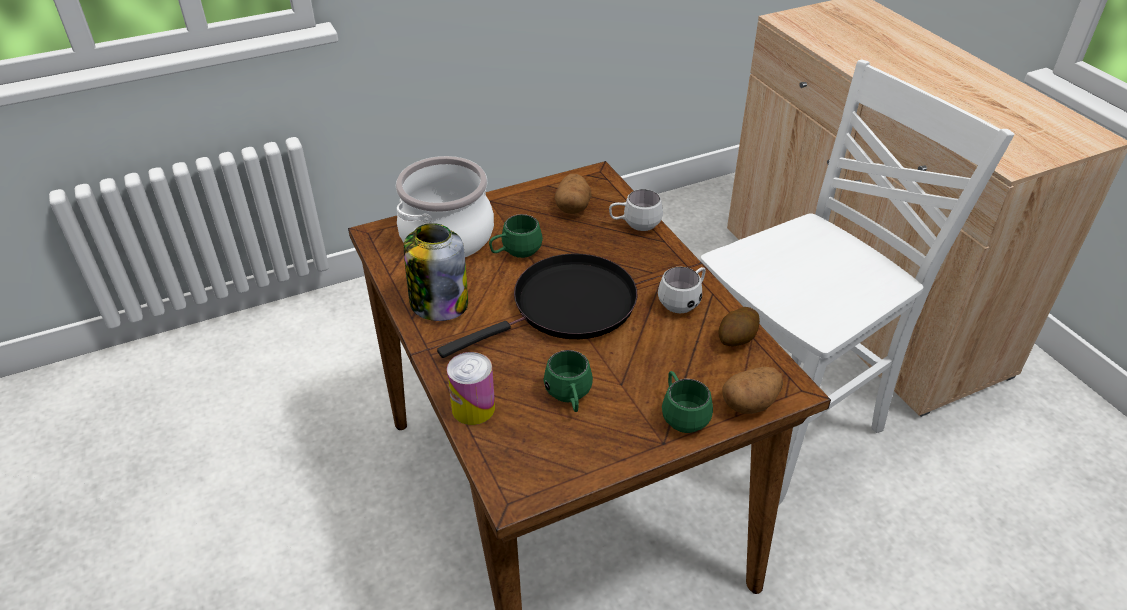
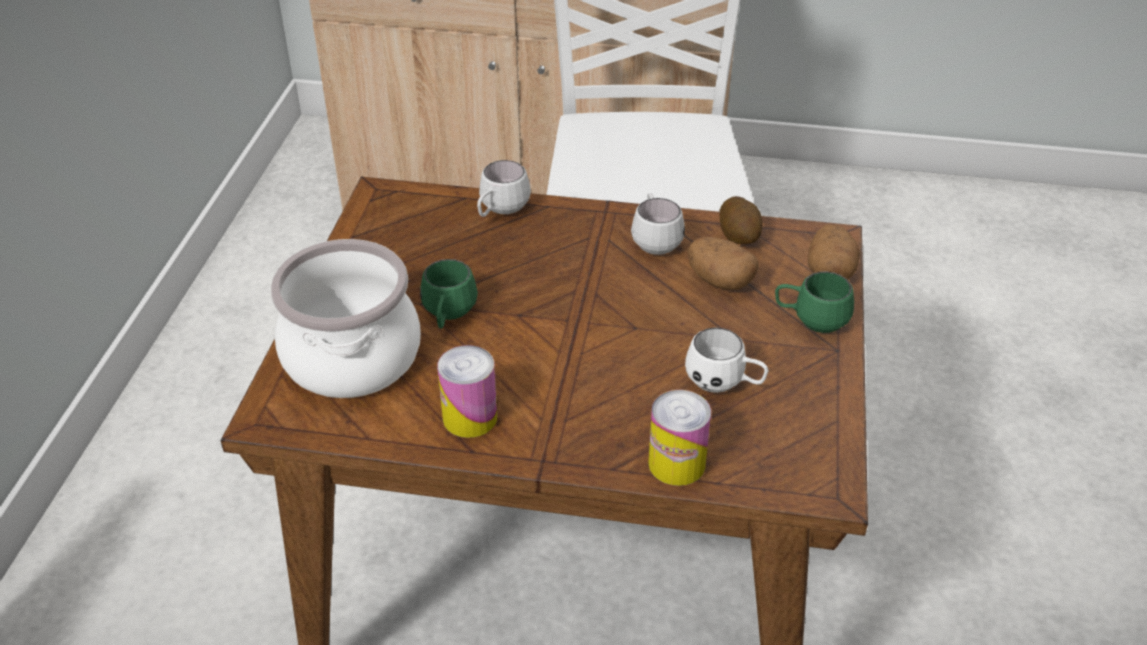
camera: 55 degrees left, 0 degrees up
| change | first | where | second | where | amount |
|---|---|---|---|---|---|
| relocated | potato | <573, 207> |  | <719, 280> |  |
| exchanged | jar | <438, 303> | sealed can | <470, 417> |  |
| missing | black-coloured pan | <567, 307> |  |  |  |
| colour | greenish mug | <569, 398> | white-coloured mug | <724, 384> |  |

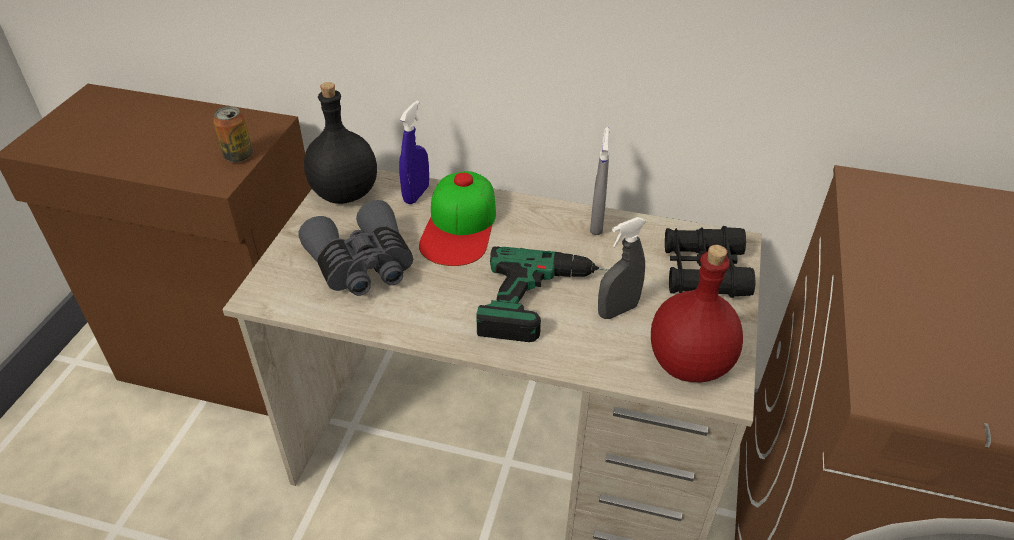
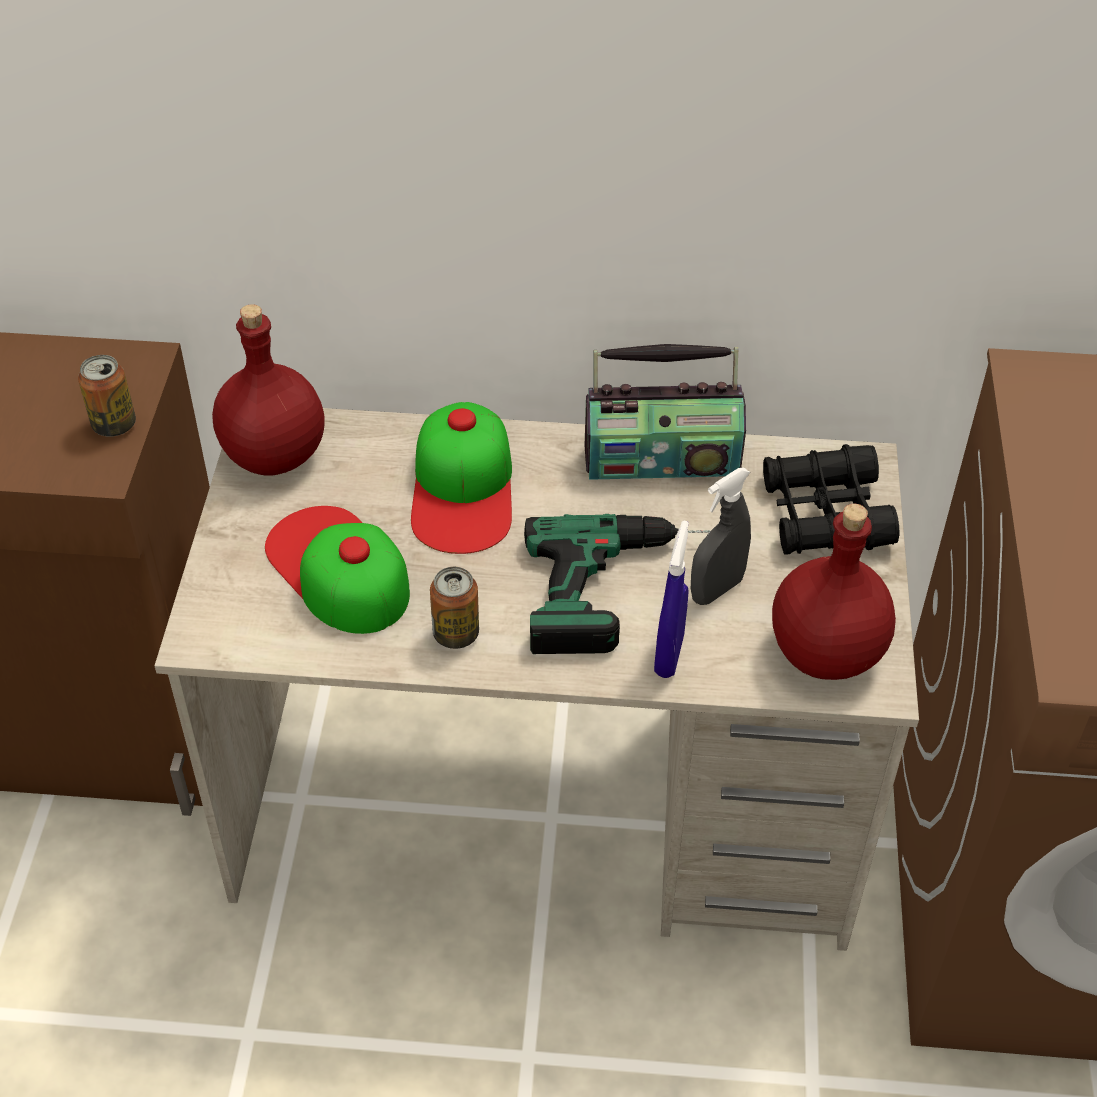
camera: 10 degrees left, 5 degrees up
| change | first | where | second | where | amount |
|---|---|---|---|---|---|
| colour | black-coloured beverage bottle | <345, 192> | red beverage bottle | <274, 454> |  |
| relocated | blue sprayer | <416, 194> |  | <669, 655> |  |
| exchanged | gray sprayer | <596, 224> | radio set | <661, 458> |  |
| exchanged | gray pair of binoculars | <362, 265> | cap | <338, 569> |  |
| appeared |  |  | sealed can | <456, 634> |  |

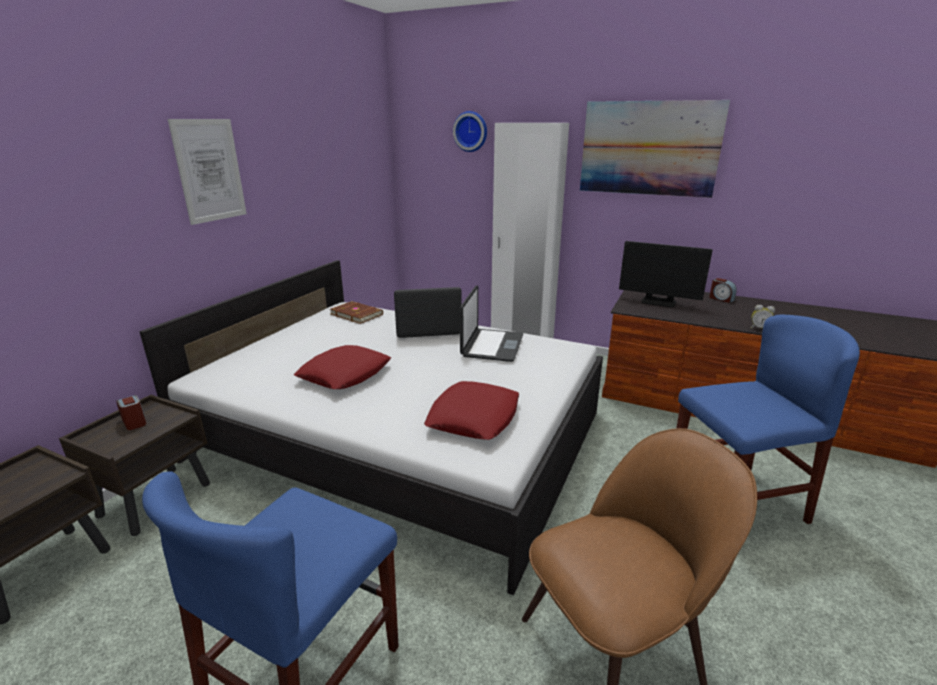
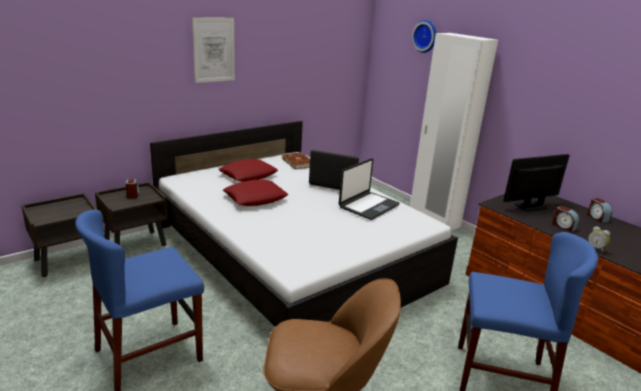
camera: 25 degrees right, 0 degrees up
| change | first | where | second | where | amount |
|---|---|---|---|---|---|
| missing | picture | <649, 148> |  |  |  |
| spun | computer screen | <658, 302> |  | <531, 206> | 105 degrees clockwise |
| relocated | red pillow | <474, 417> |  | <248, 175> |  |
| appeared |  |  | bedside clock | <563, 226> |  |

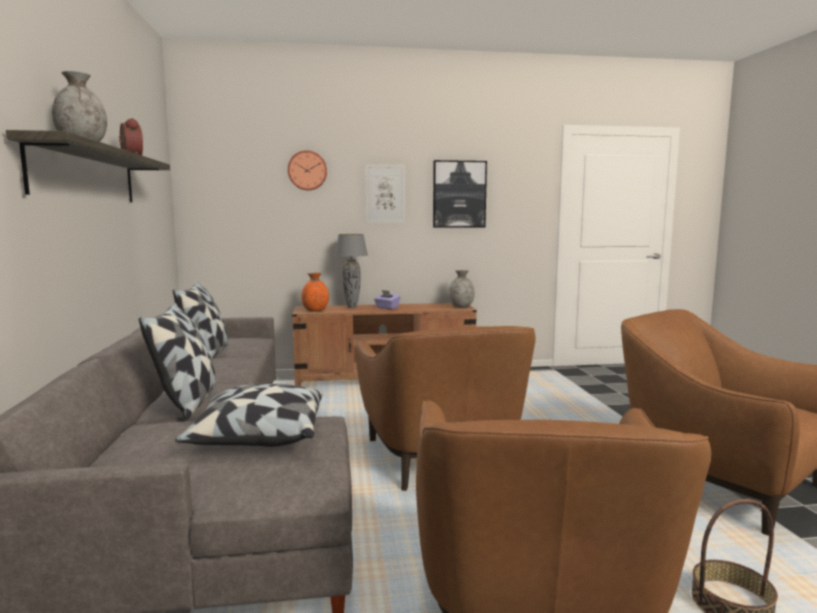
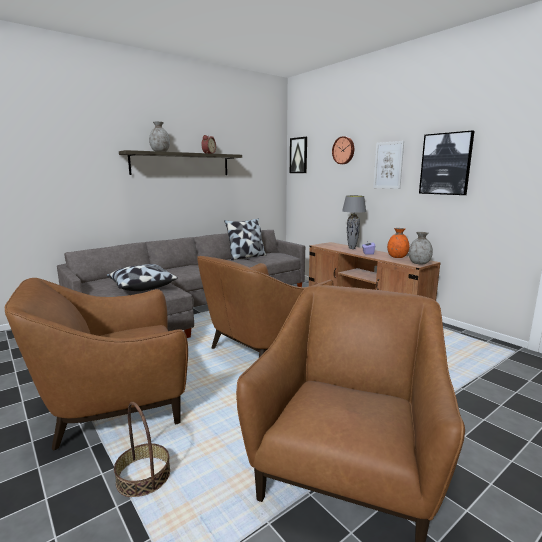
camera: 60 degrees right, 5 degrees up
| change | first | where | second | where | amount |
|---|---|---|---|---|---|
| relocated | orange-coloured decorative vase | <315, 310> |  | <397, 257> |  |
| missing | pillow | <187, 402> |  |  |  |
| appeared |  |  | picture | <298, 155> |  |

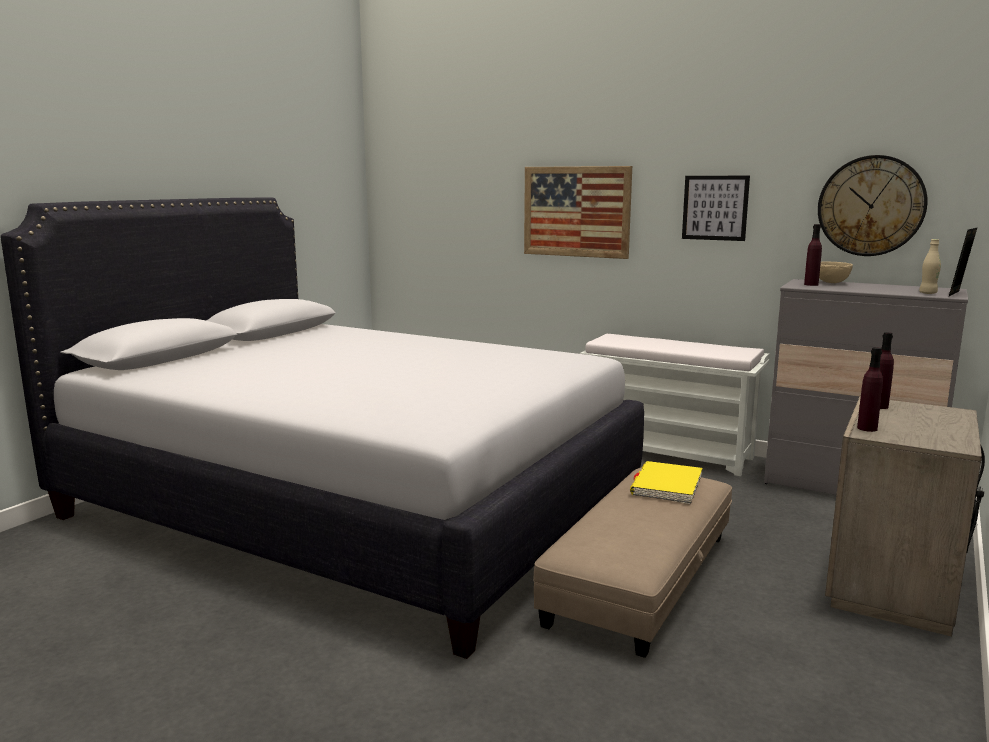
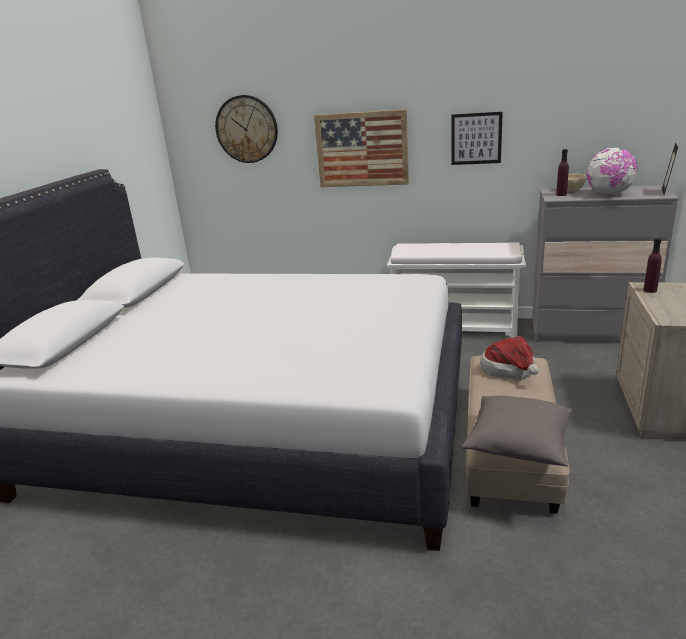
camera: 15 degrees left, 10 degrees up
| change | first | where | second | where | amount |
|---|---|---|---|---|---|
| relocated | clock on the wall | <871, 206> |  | <246, 129> |  |
| missing | beige beverage bottle | <928, 293> |  |  |  |
| missing | purple-coloured beverage bottle | <867, 428> |  |  |  |
| exchanged | yellow bound book | <666, 486> | clothing hat | <510, 371> |  |
| appeared |  |  | globe | <609, 194> |  |
| appeared |  |  | gray pillow | <519, 445> |  |

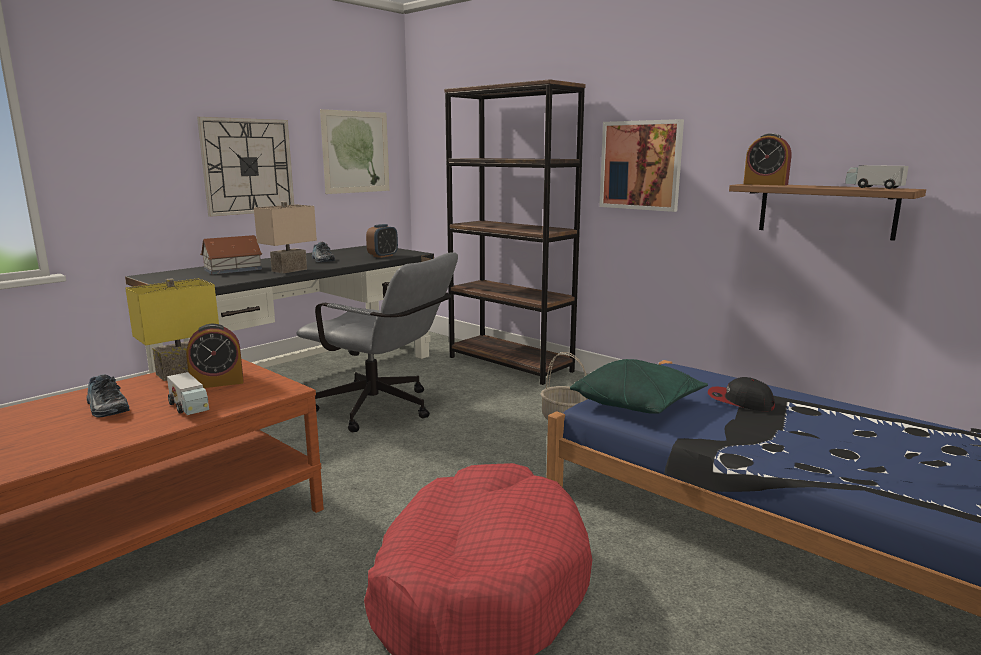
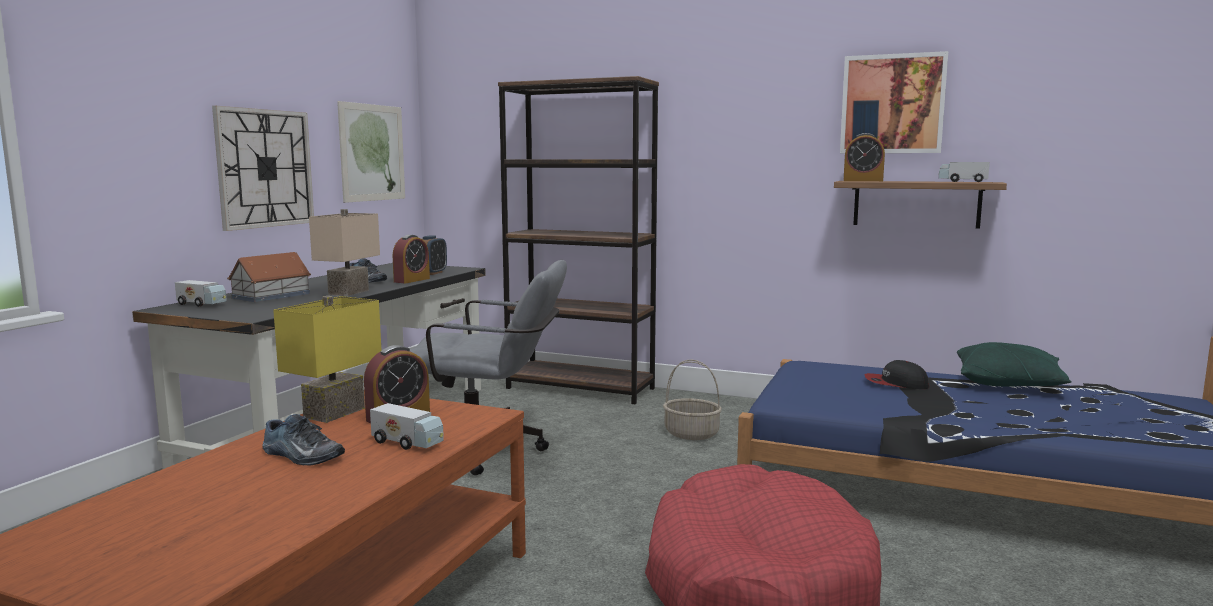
camera: 20 degrees left, 5 degrees down
| change | first | where | second | where | amount |
|---|---|---|---|---|---|
| relocated | picture | <640, 165> |  | <892, 104> |  |
| relocated | greenish pillow | <637, 404> |  | <1008, 383> |  |
| appeared |  |  | bedside clock | <412, 280> |  |
| appeared |  |  | toy lorry | <202, 304> |  |

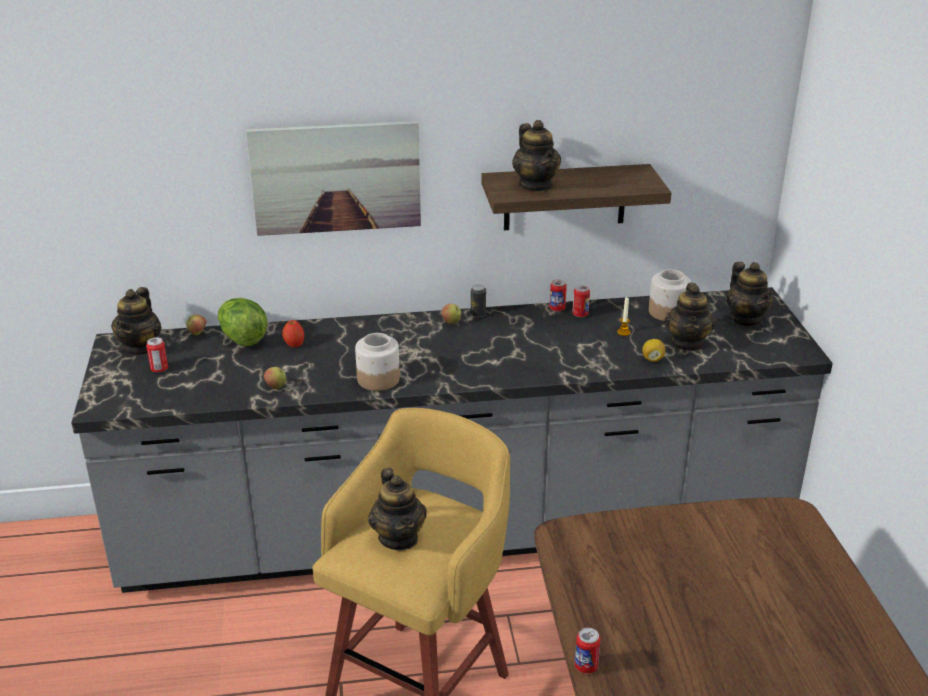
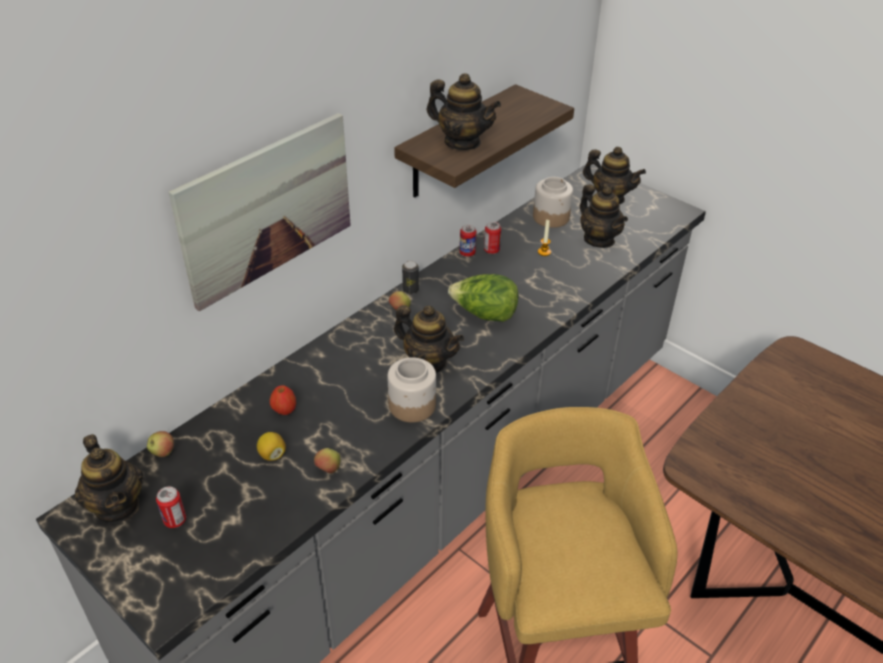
camera: 40 degrees left, 10 degrees up
| change | first | where | second | where | amount |
|---|---|---|---|---|---|
| relocated | head of lettuce | <242, 338> |  | <484, 315> |  |
| relocated | citrus fruit | <652, 359> |  | <272, 454> |  |
| relocated | teapot | <399, 538> |  | <428, 362> |  |
| missing | sealed can | <586, 666> |  |  |  |

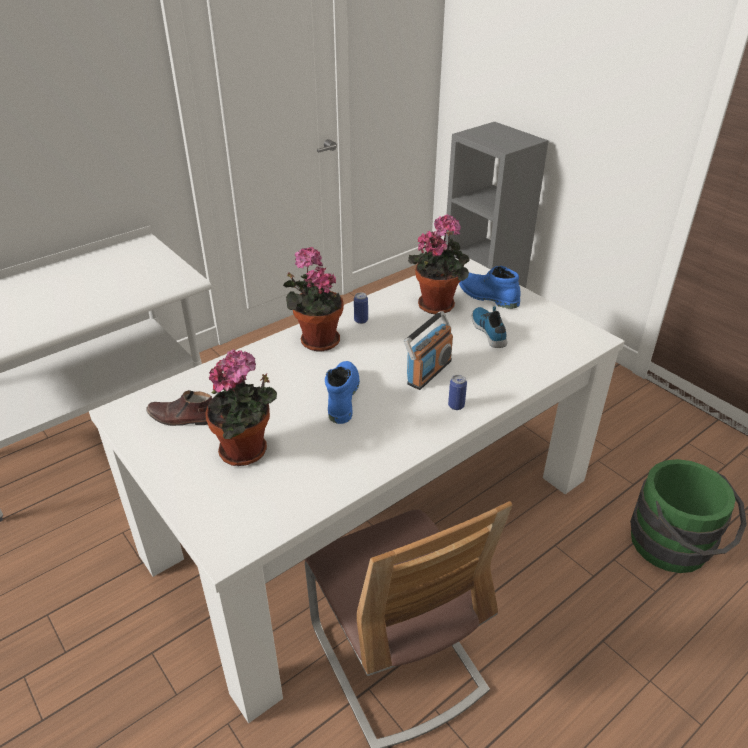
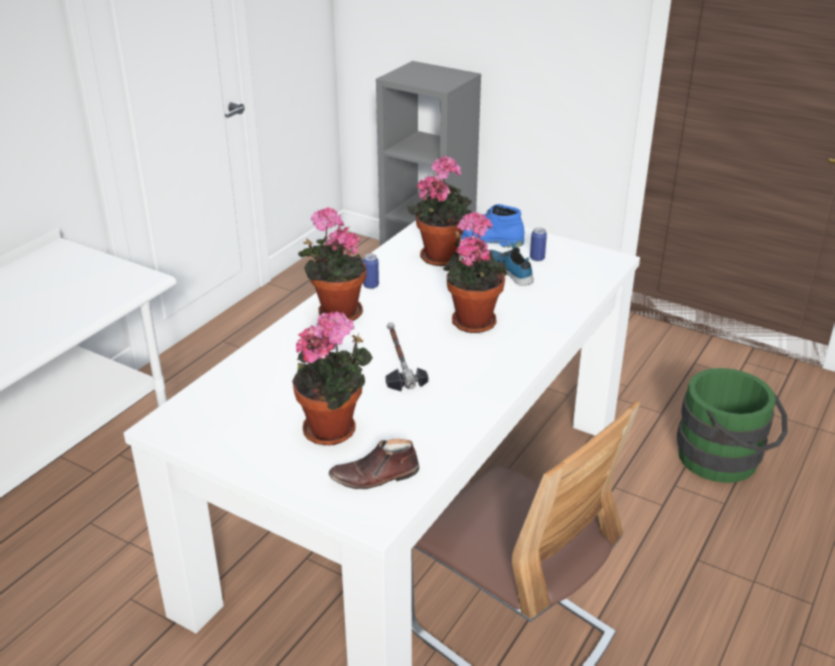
camera: 20 degrees left, 5 degrees down
| change | first | where | second | where | amount |
|---|---|---|---|---|---|
| exchanged | radio set | <428, 372> | plant in a pot | <472, 320> |  |
| exchanged | blue high-top boot | <341, 397> | hammer | <398, 360> |  |
| relocated | sealed can | <456, 405> |  | <537, 258> |  |
| relocated | brown-coloured low shoe | <183, 418> |  | <374, 477> |  |

